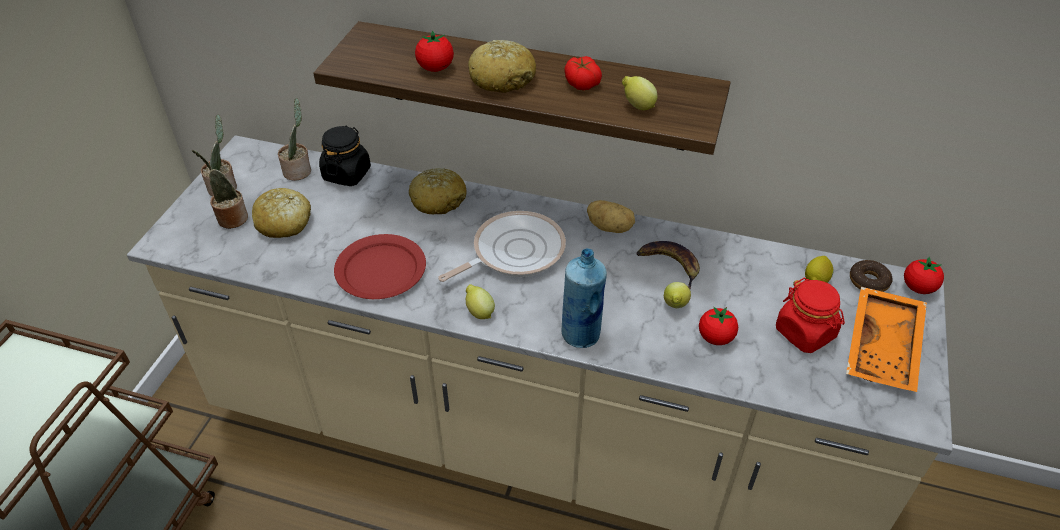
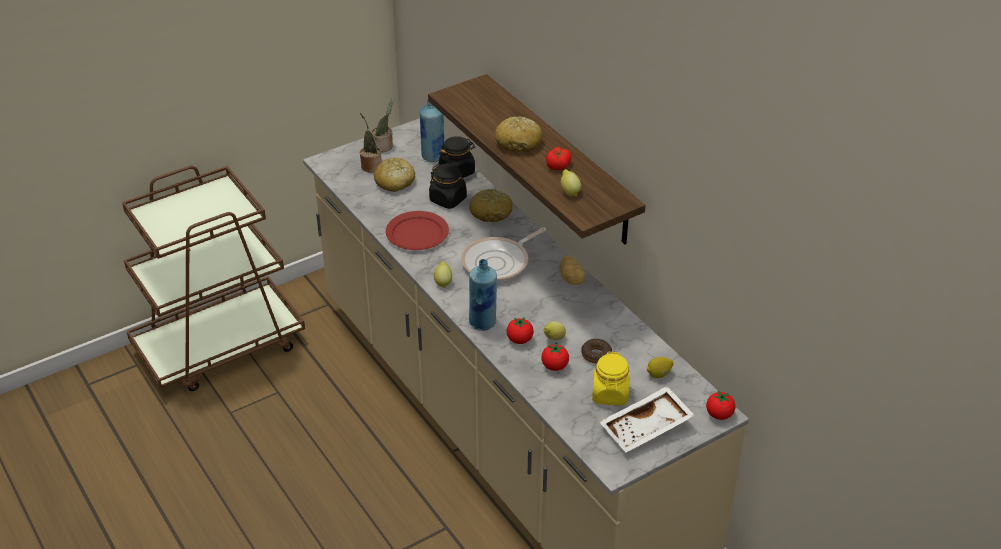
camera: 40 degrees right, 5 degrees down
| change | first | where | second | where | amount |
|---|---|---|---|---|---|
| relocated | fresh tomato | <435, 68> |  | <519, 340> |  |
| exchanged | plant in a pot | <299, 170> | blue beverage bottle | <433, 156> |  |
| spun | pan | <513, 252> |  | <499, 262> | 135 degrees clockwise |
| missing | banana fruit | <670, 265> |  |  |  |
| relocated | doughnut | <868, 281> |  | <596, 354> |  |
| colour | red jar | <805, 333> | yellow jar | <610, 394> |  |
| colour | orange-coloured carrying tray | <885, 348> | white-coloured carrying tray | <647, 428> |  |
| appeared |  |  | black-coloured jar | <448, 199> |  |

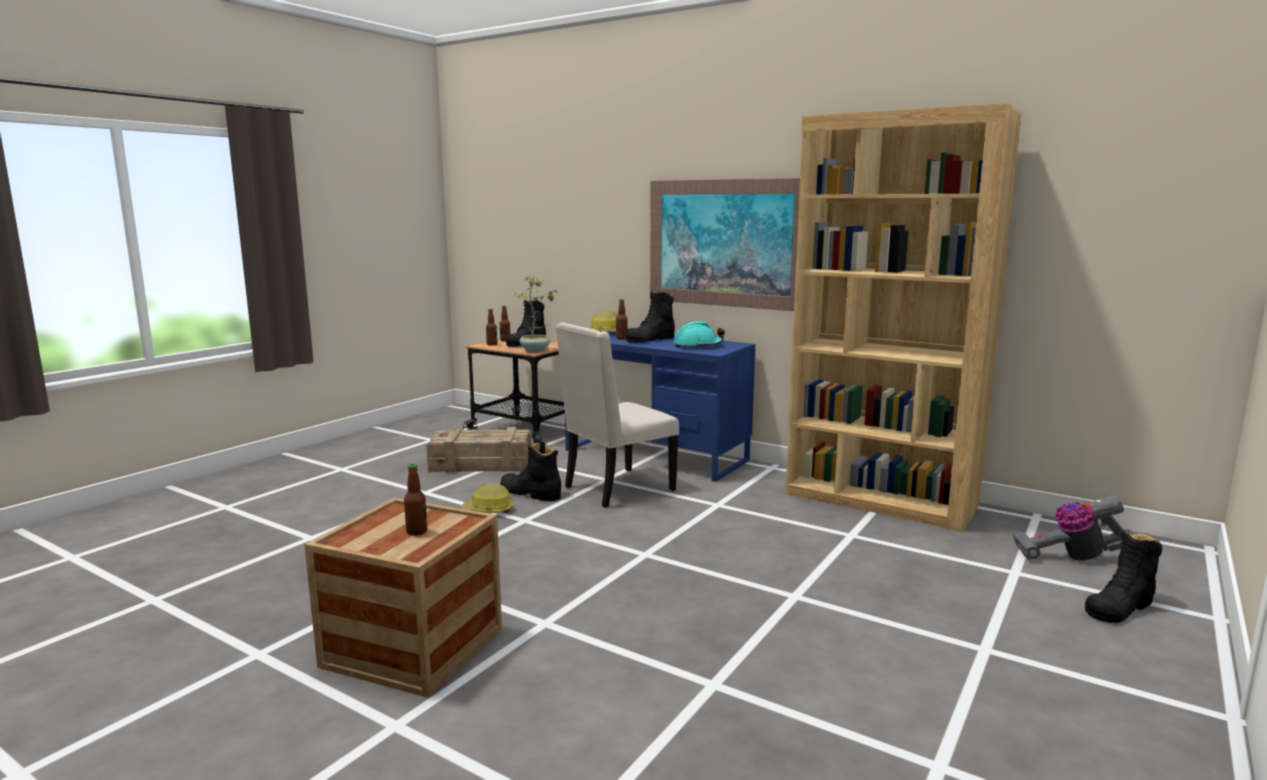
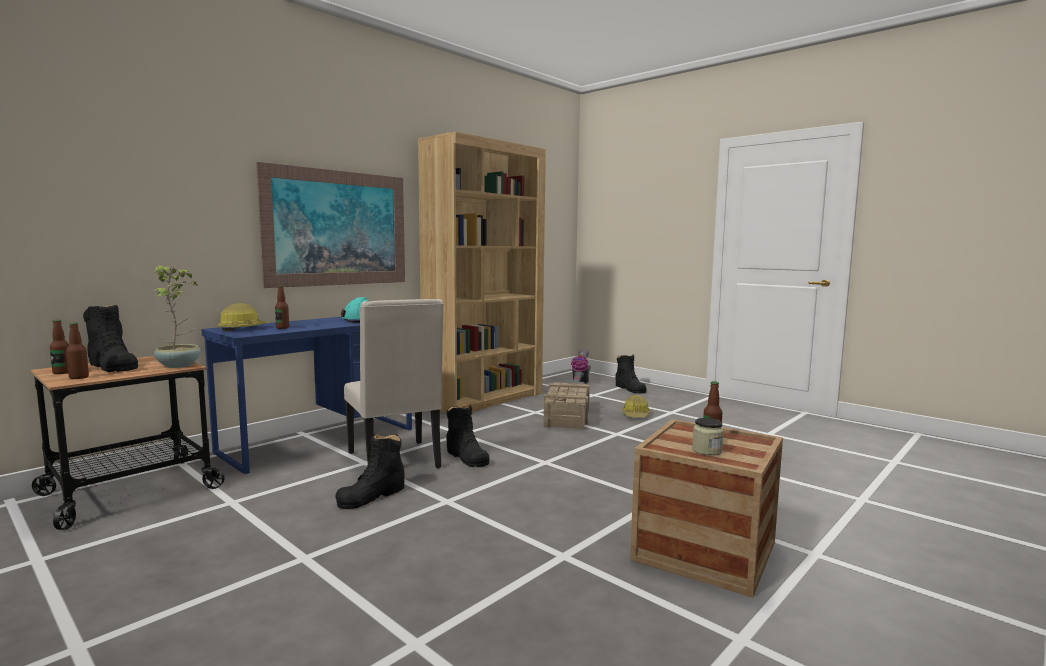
camera: 80 degrees left, 5 degrees down
| change | first | where | second | where | amount |
|---|---|---|---|---|---|
| relocated | black-coloured high-top boot | <651, 339> |  | <467, 457> |  |
| relocated | shipping crate | <482, 464> |  | <567, 416> |  |
| relocated | hard hat | <488, 510> |  | <636, 415> |  |
| appeared |  |  | jar | <707, 450> |  |

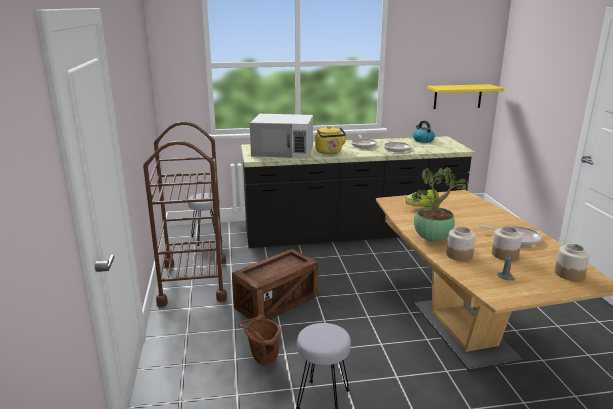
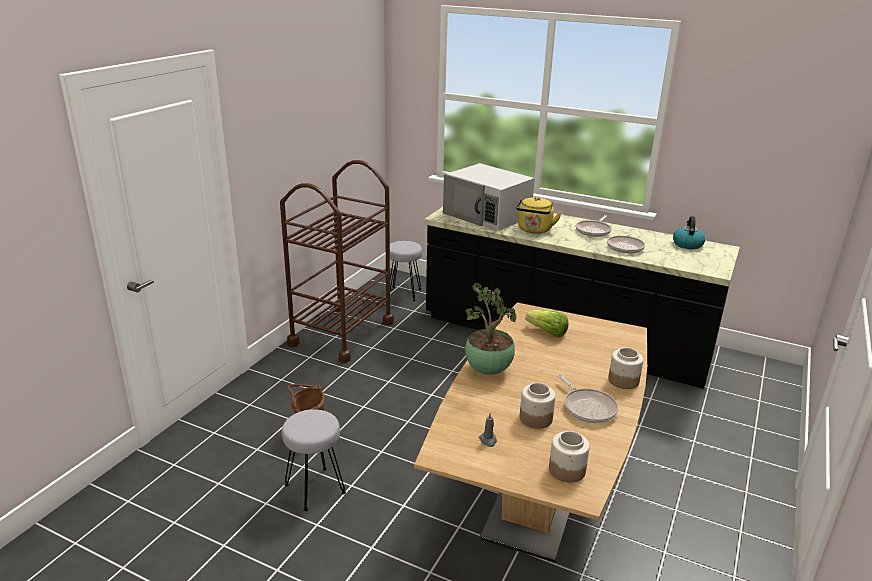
camera: 35 degrees right, 5 degrees up
| change | first | where | second | where | amount |
|---|---|---|---|---|---|
| missing | yellow shelf | <457, 96> |  |  |  |
| relocated | jar | <459, 255> |  | <623, 380> |  |
| missing | shipping crate | <276, 302> |  |  |  |

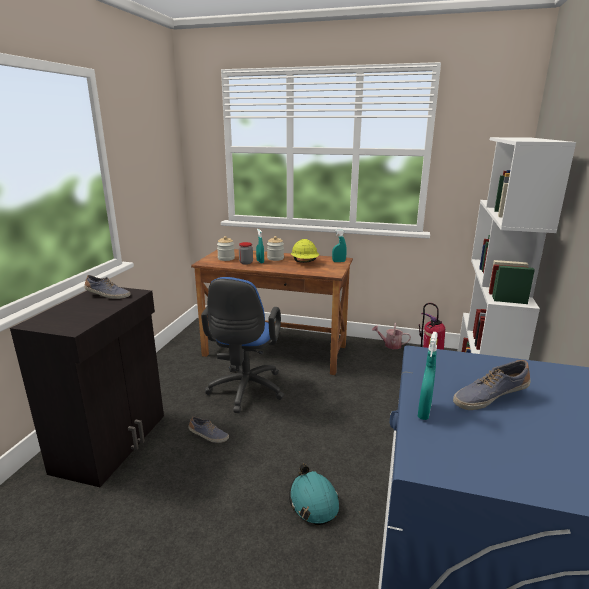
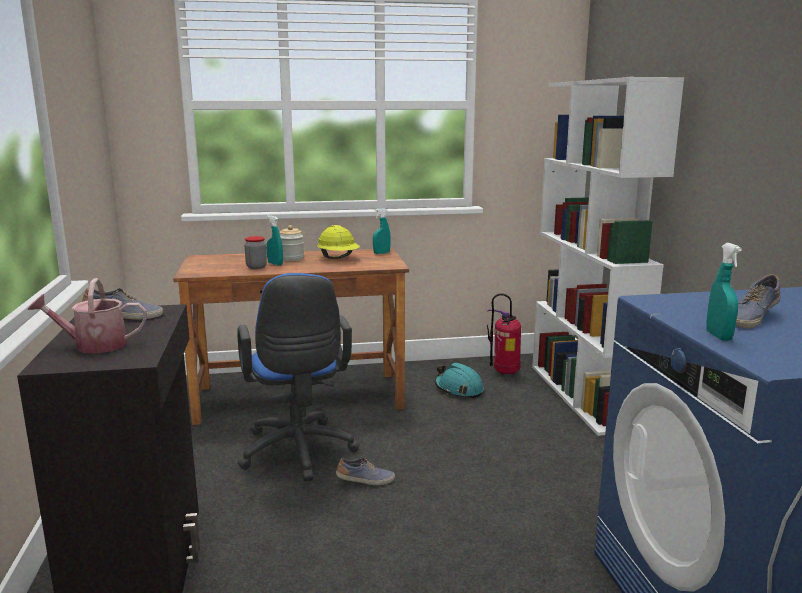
camera: 25 degrees left, 5 degrees down
| change | first | where | second | where | amount |
|---|---|---|---|---|---|
| missing | jar | <226, 258> |  |  |  |
| relocated | watering pot | <390, 345> |  | <93, 345> |  |
| relocated | low shoe | <208, 436> |  | <365, 481> |  |
| relocated | blue-green hard hat | <313, 501> |  | <458, 389> |  |

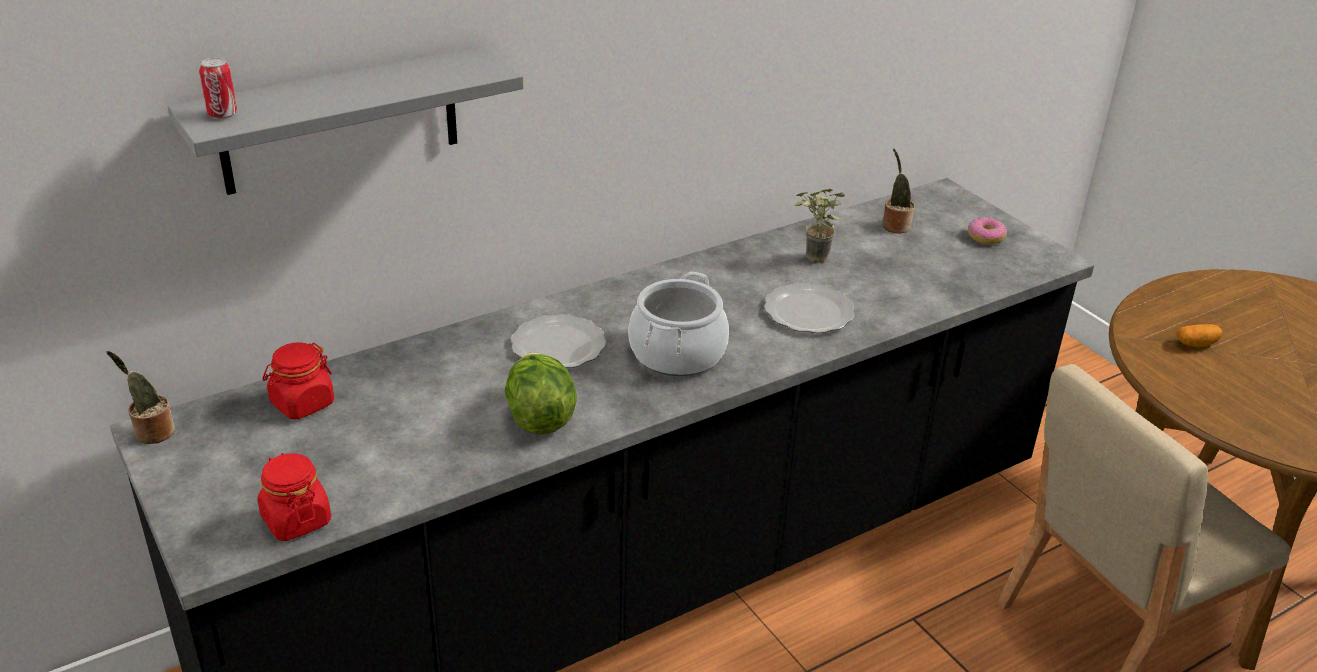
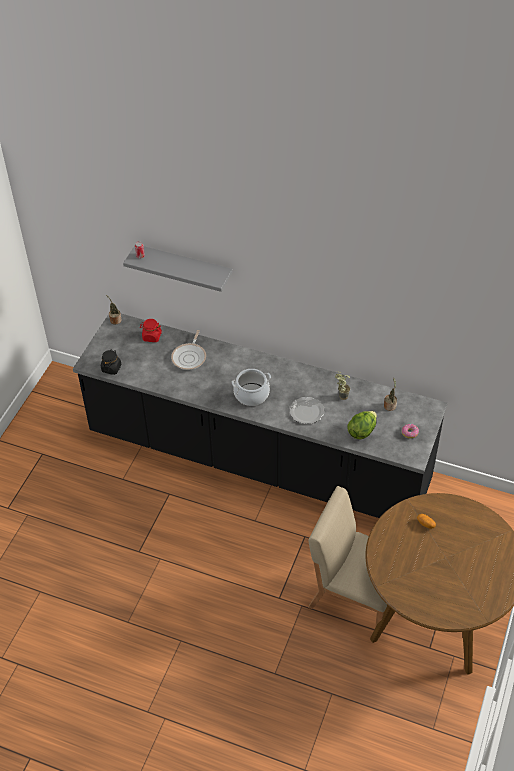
camera: 55 degrees right, 15 degrees up
| change | first | where | second | where | amount |
|---|---|---|---|---|---|
| missing | flat dish | <560, 346> |  |  |  |
| relocated | head of lettuce | <539, 416> |  | <362, 431> |  |
| colour | red jar | <296, 520> | black-coloured jar | <111, 368> |  |
| appeared |  |  | pan | <190, 357> |  |

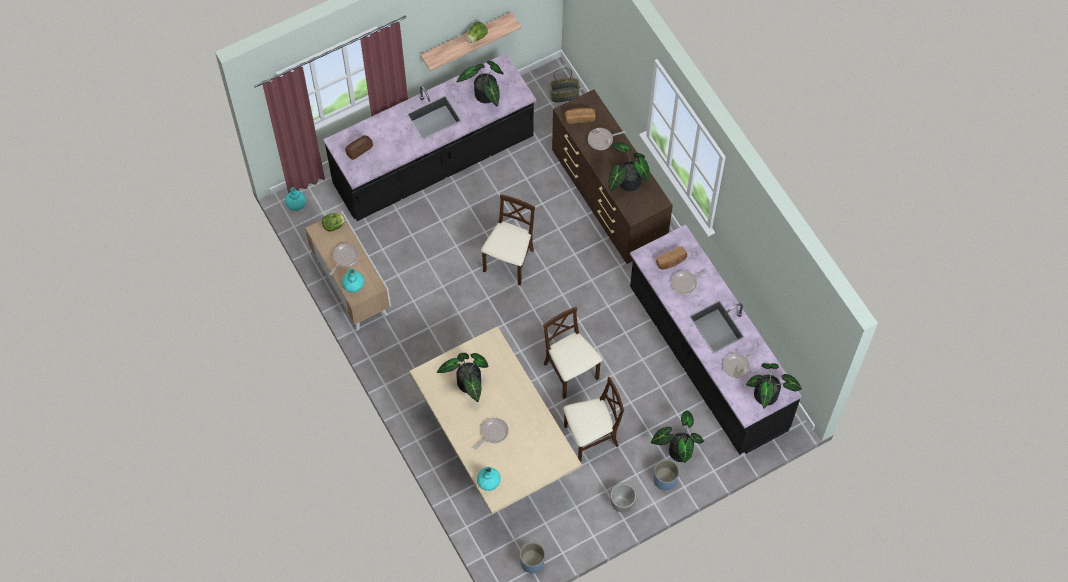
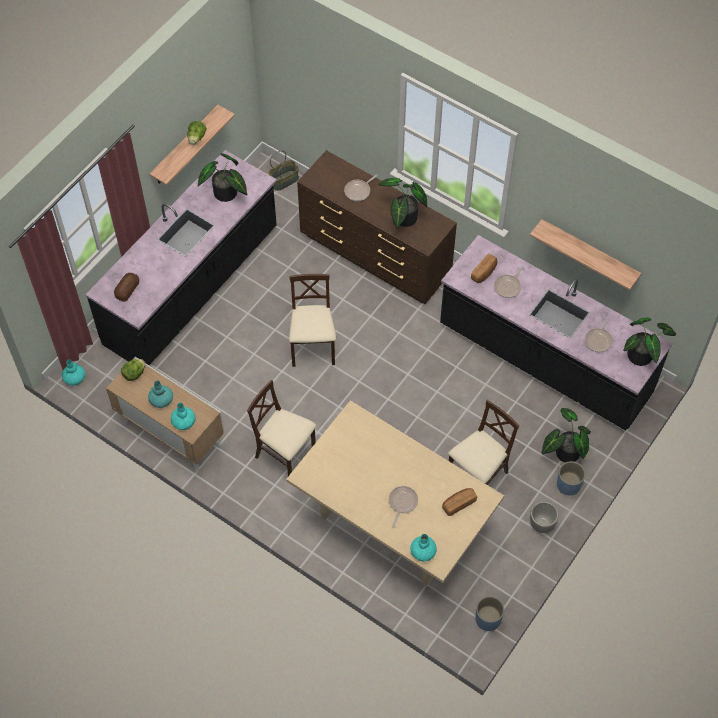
camera: 25 degrees left, 5 degrees down
| change | first | where | second | where | amount |
|---|---|---|---|---|---|
| relocated | bread | <580, 118> |  | <458, 503> |  |
| exchanged | pan | <344, 257> | blue-green decorative vase | <161, 399> |  |
| relocated | beige chair | <570, 372> |  | <285, 455> |  |
| missing | plant in a pot | <468, 385> |  |  |  |
| appeared |  |  | shelf | <589, 253> |  |

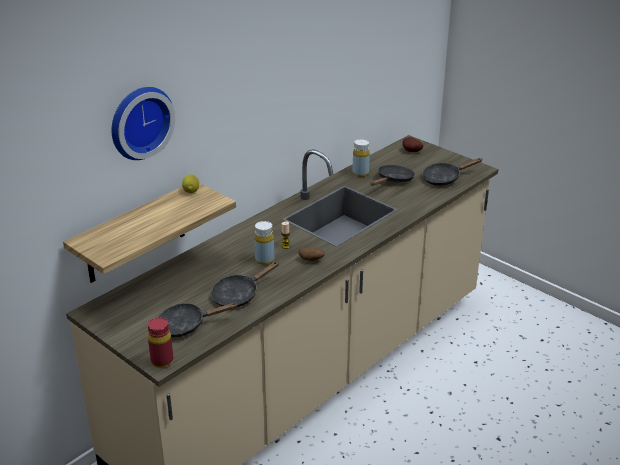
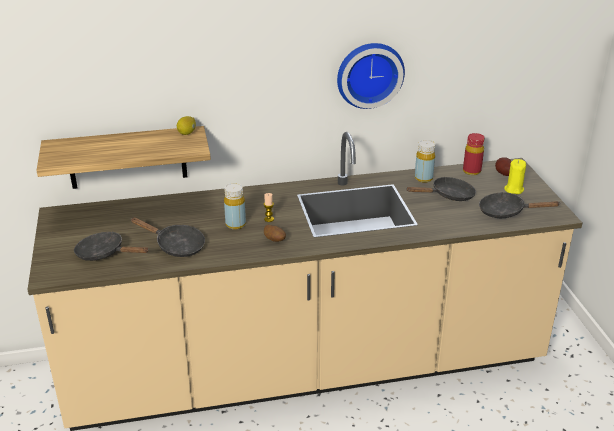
camera: 35 degrees right, 0 degrees up
| change | first | where | second | where | amount |
|---|---|---|---|---|---|
| relocated | clock on the wall | <139, 121> |  | <369, 74> |  |
| spun | black-coloured pan | <239, 295> |  | <176, 246> | 150 degrees counterclockwise |
| relocated | red beverage bottle | <162, 361> |  | <471, 171> |  |
| appeared |  |  | yellow candle | <513, 189> |  |

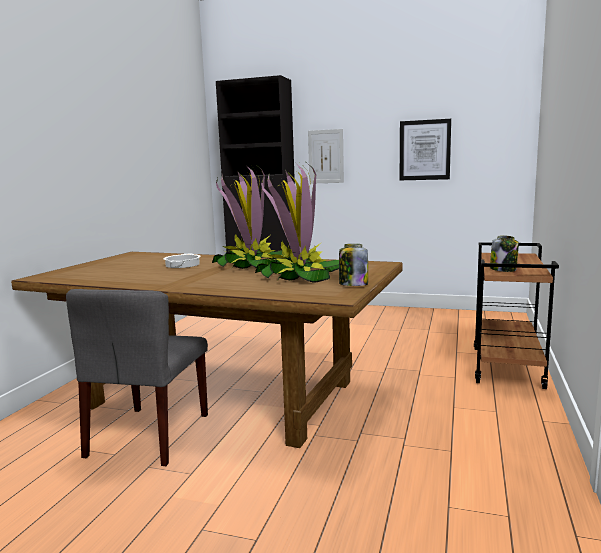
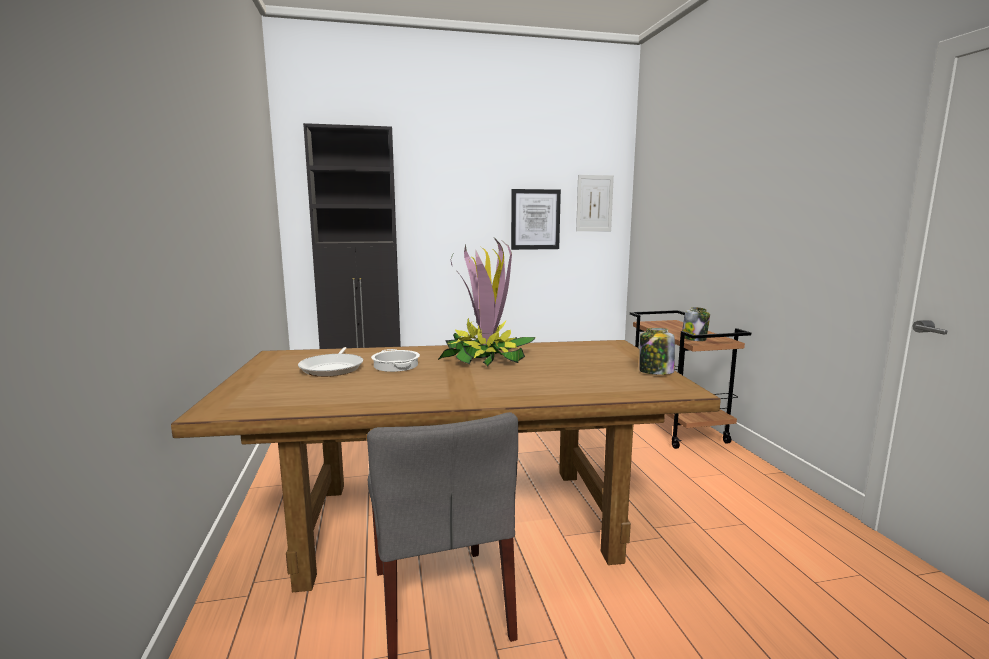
camera: 30 degrees left, 0 degrees up
| change | first | where | second | where | amount |
|---|---|---|---|---|---|
| relocated | picture | <326, 156> |  | <594, 203> |  |
| missing | plant in a pot | <299, 276> |  |  |  |
| appeared |  |  | pan | <333, 368> |  |

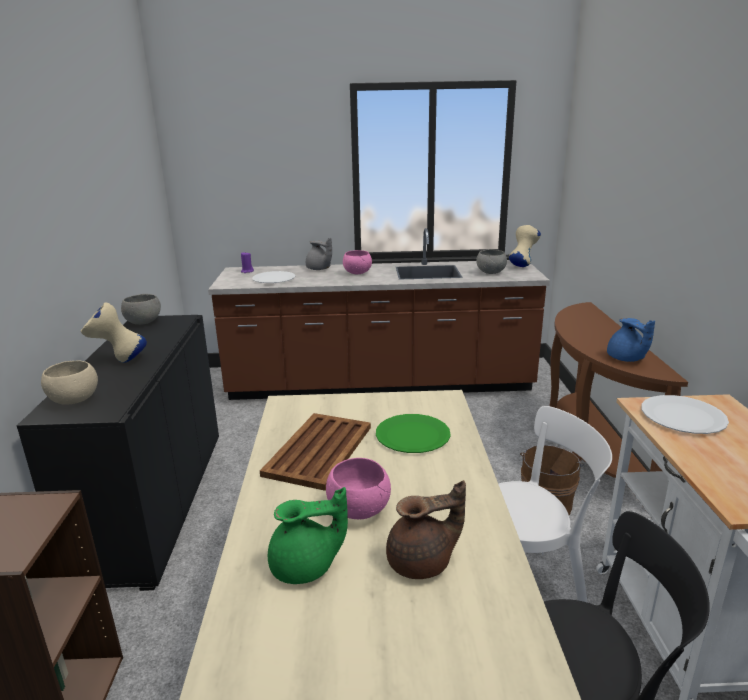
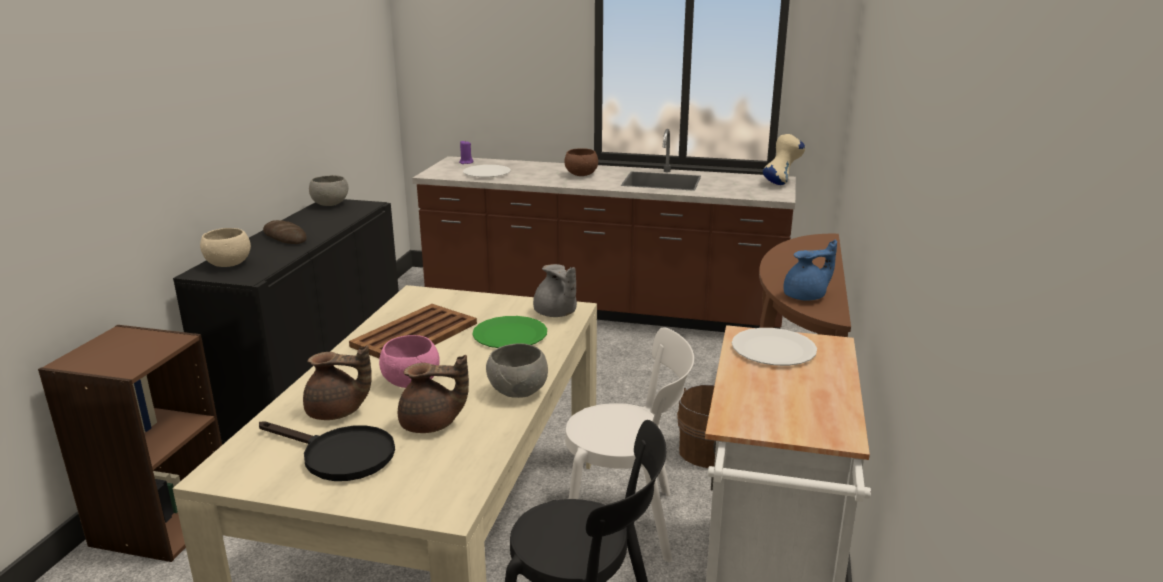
camera: 15 degrees right, 0 degrees up
| change | first | where | second | where | amount |
|---|---|---|---|---|---|
| relocated | gray teapot | <319, 269> |  | <556, 314> |  |
| colour | pink-coloured bowl | <358, 273> | brown-coloured bowl | <581, 175> |  |
| relocated | gray bowl | <491, 273> |  | <518, 392> |  |
| exchanged | beige decorative vase | <118, 361> | bread | <285, 237> |  |
| spun | blue teapot | <626, 359> |  | <806, 296> | 105 degrees counterclockwise |
| colour | greenish teapot | <306, 567> | brown-coloured teapot | <337, 412> |  |
| appeared |  |  | black-coloured pan | <339, 455> |  |

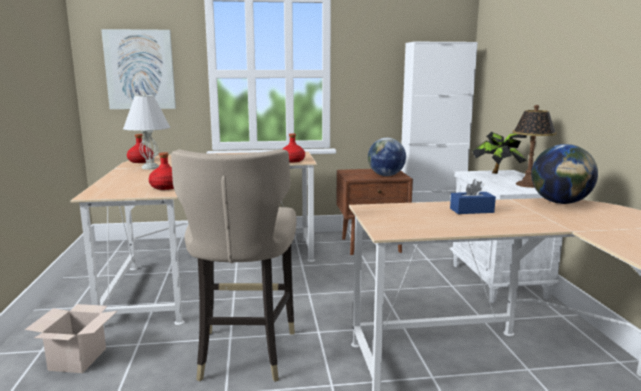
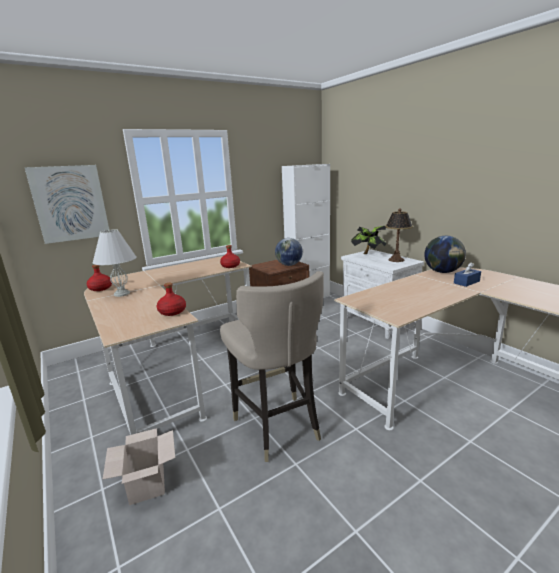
camera: 25 degrees left, 5 degrees up
| change | first | where | second | where | amount |
|---|---|---|---|---|---|
| relocated | blue tissue holder | <471, 210> |  | <466, 282> |  |

